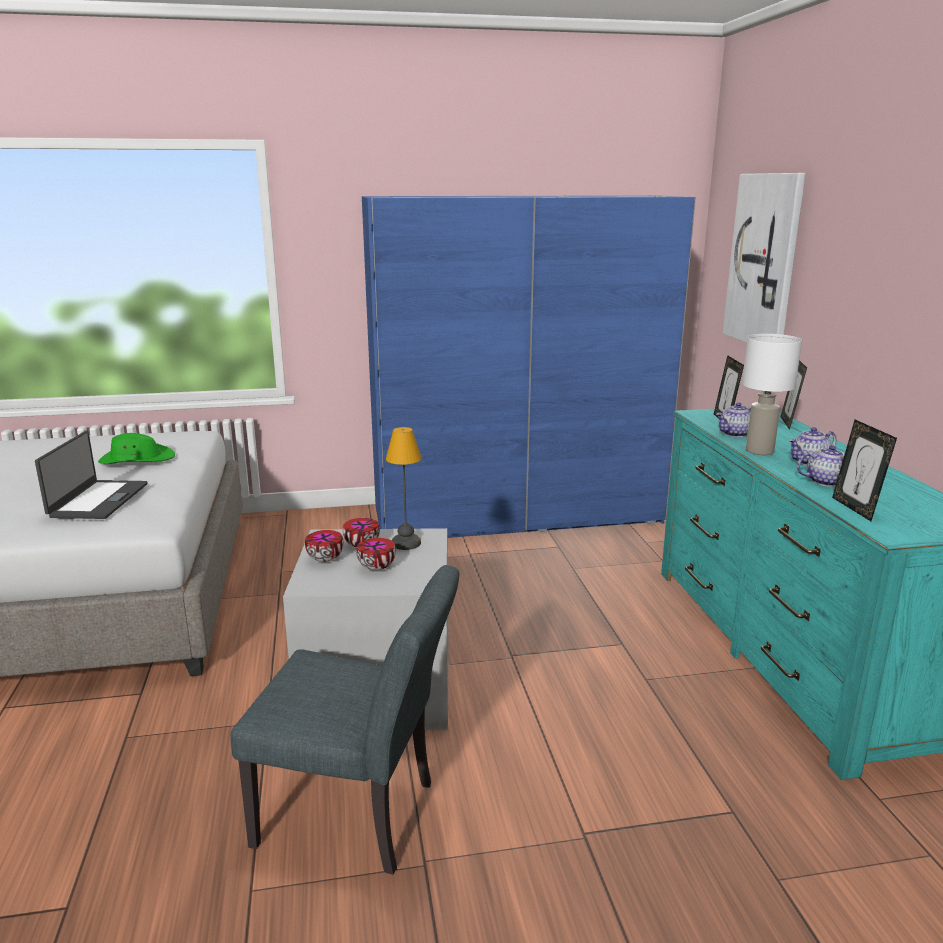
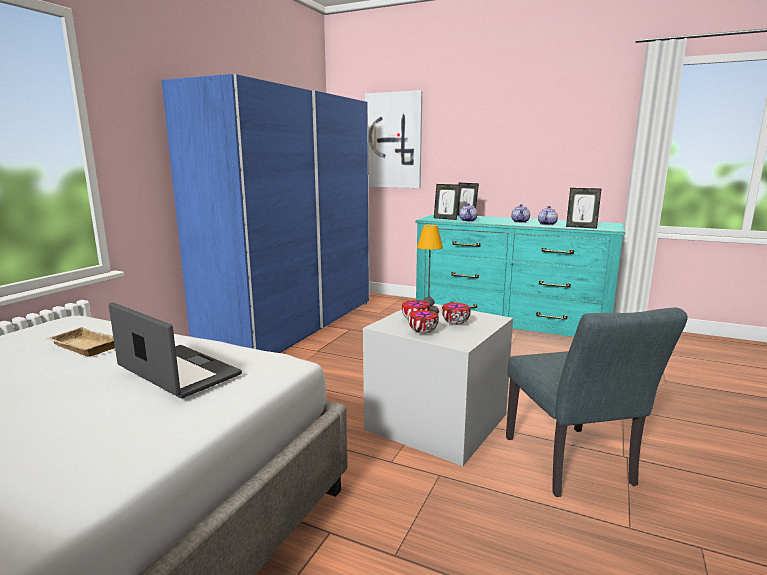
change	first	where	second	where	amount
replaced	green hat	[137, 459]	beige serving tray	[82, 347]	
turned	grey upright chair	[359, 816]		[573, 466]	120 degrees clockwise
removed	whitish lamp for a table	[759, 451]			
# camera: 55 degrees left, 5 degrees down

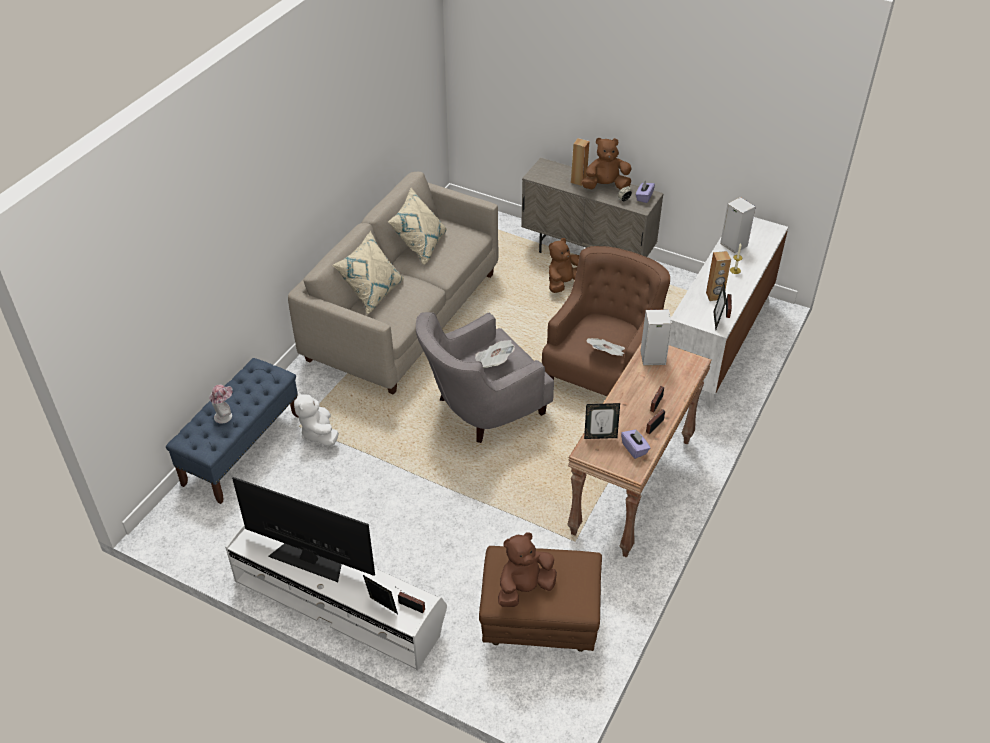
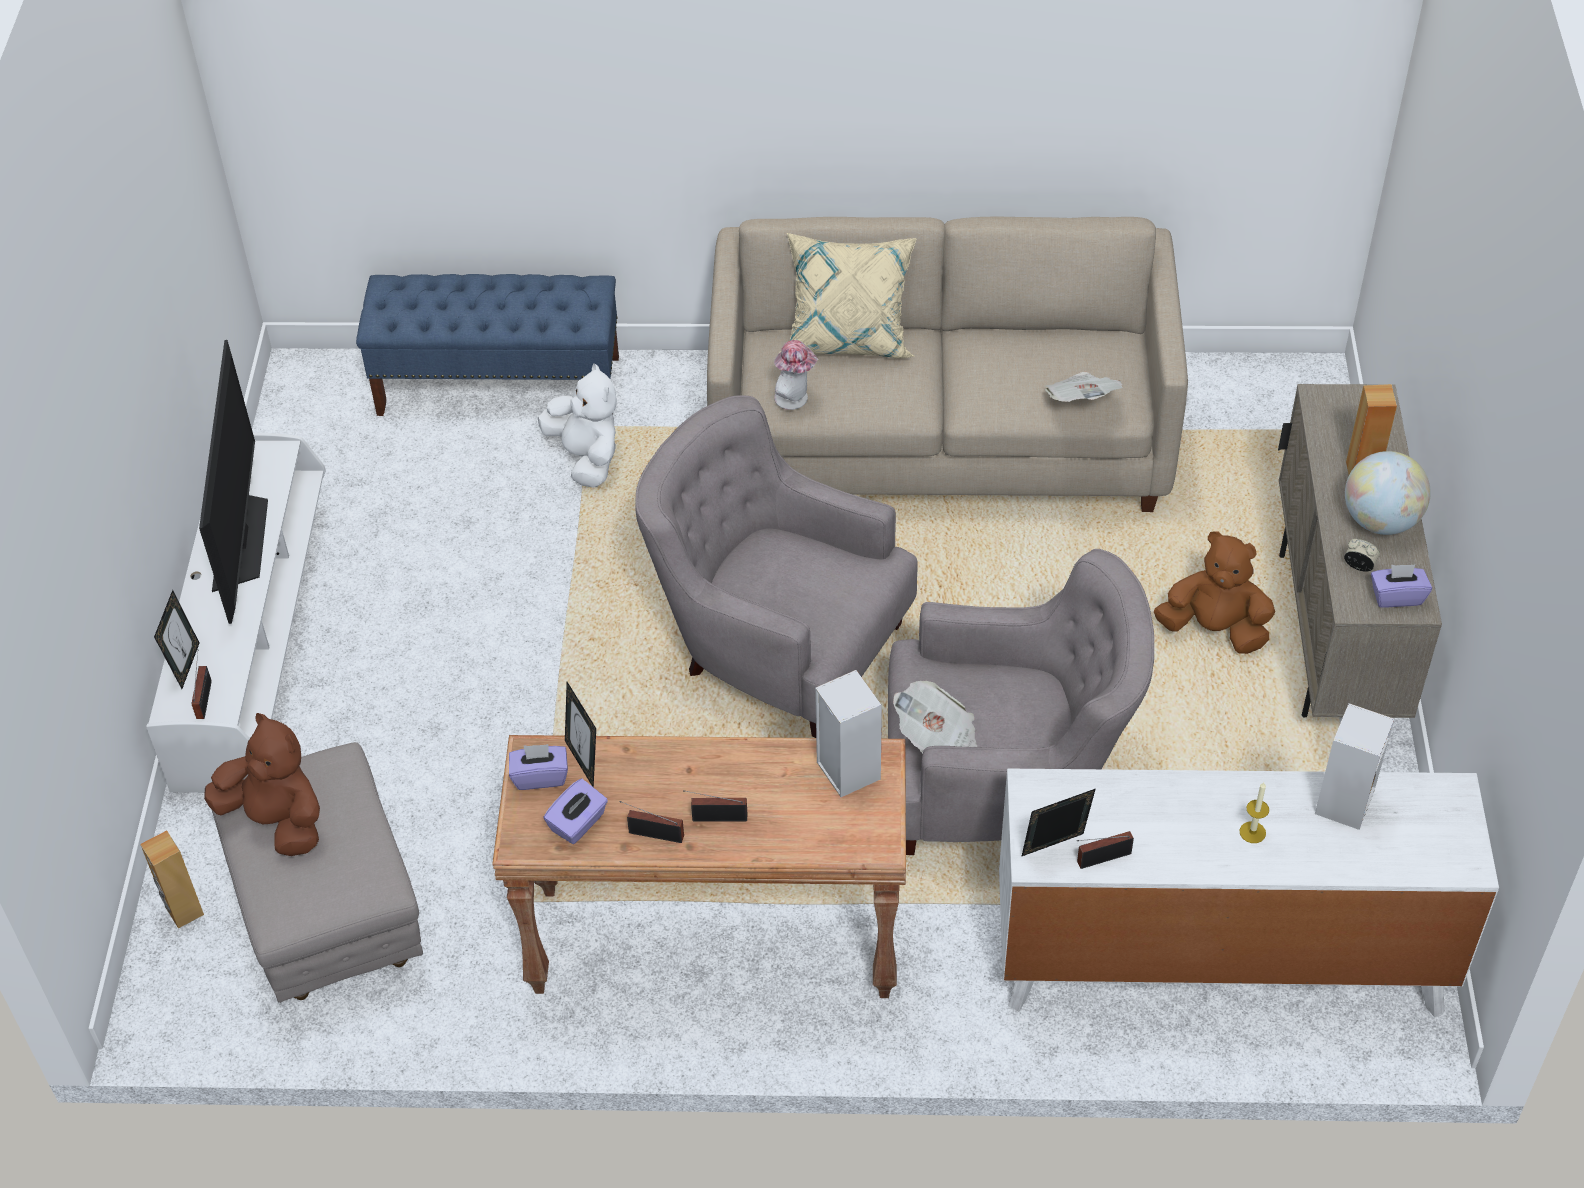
change	first	where	second	where	amount
moved	hat	[225, 415]		[795, 399]	
turned	whitish cuddly toy	[319, 433]		[586, 457]	105 degrees clockwise
removed	beige cushion	[420, 245]			
moved	daily paper	[493, 362]		[1081, 402]	
recoloured	brown-coloured ottoman	[539, 623]	grey ottoman	[329, 916]	
recoloured	brown-coloured lounge chair	[602, 368]	grey lounge chair	[1005, 784]	
replaced	brown-coloured cuddly toy	[605, 186]	world globe	[1380, 521]	
moved	brown-coloured speaker	[714, 296]		[184, 911]	
added			purplish tissue holder	[540, 776]	
# camera: 65 degrees right, 5 degrees up

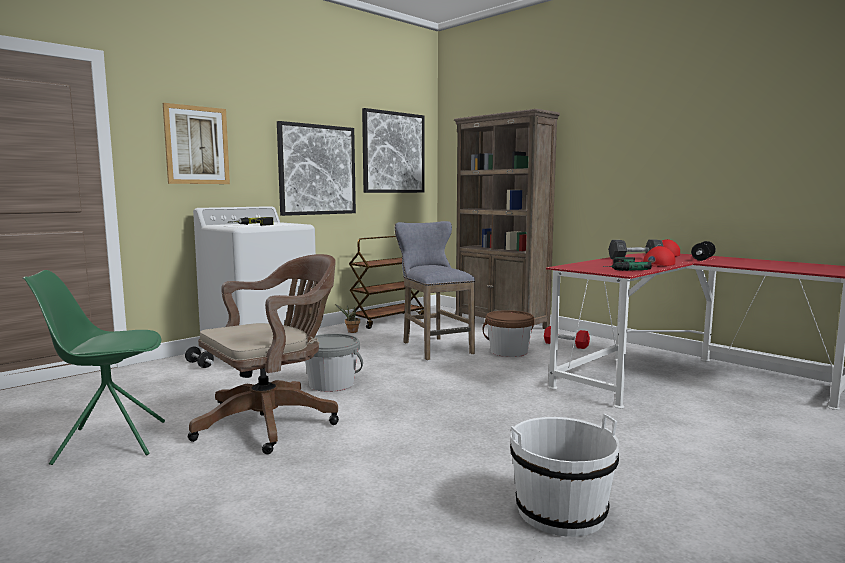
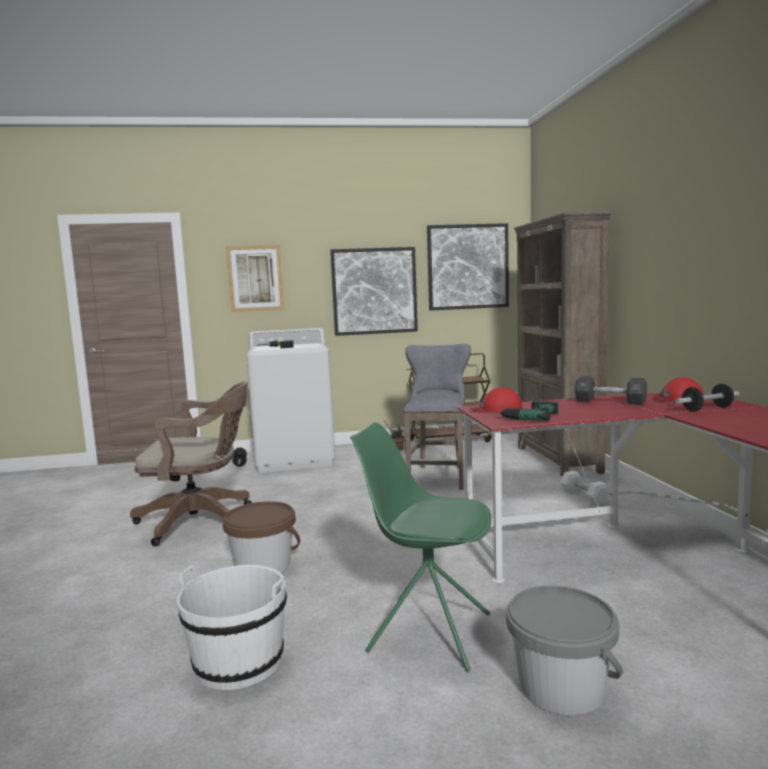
change	first	where	second	where	amount
moved	green upright chair	[109, 442]		[427, 632]	
moved	grey bucket	[331, 384]		[560, 687]	
moved	brown-coloured bucket	[508, 352]		[263, 565]	
recoloured	reddish dumbbell	[566, 345]	whitish dumbbell	[584, 496]	
moved	reddish baseball cap	[657, 264]		[496, 409]	
# camera: 35 degrees right, 0 degrees up

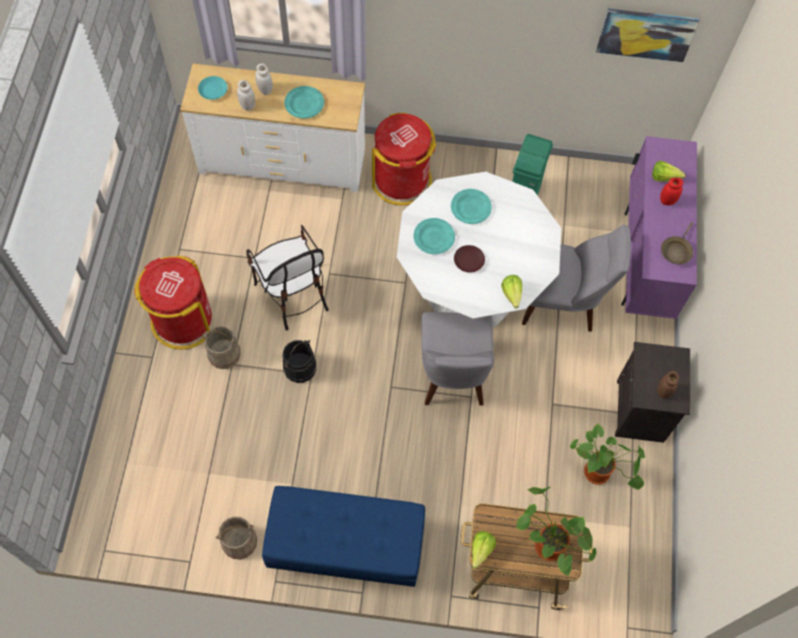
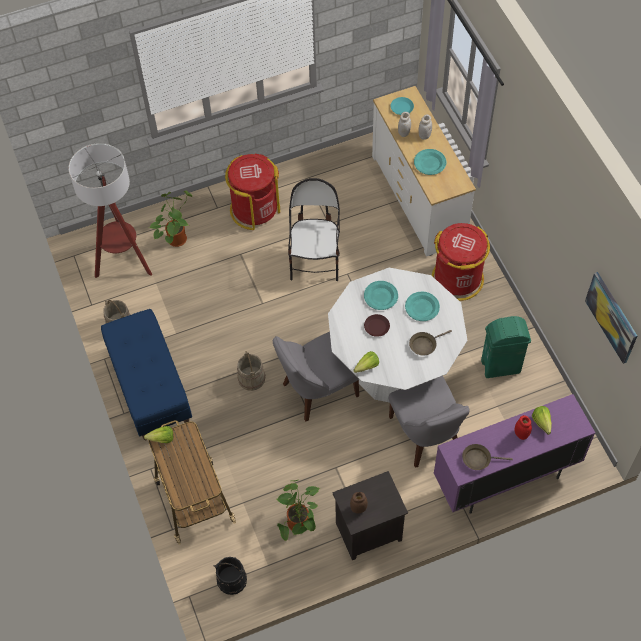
change	first	where	second	where	amount
moved	beige bucket	[224, 354]		[251, 378]	
turned	upright chair	[292, 295]		[315, 260]	150 degrees clockwise
moved	black-coloured bucket	[299, 367]		[232, 580]	
moved	potted plant	[545, 546]		[176, 237]	
added			standard lamp	[124, 262]	
added			brown-coloured pan	[424, 345]	
# camera: 65 degrees right, 5 degrees down

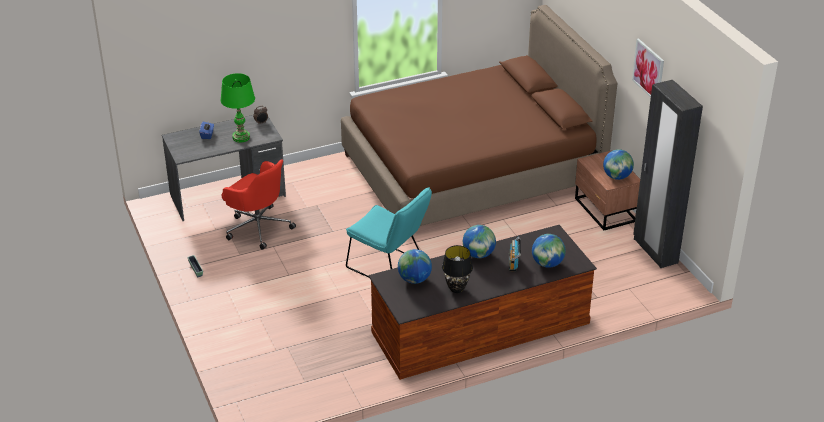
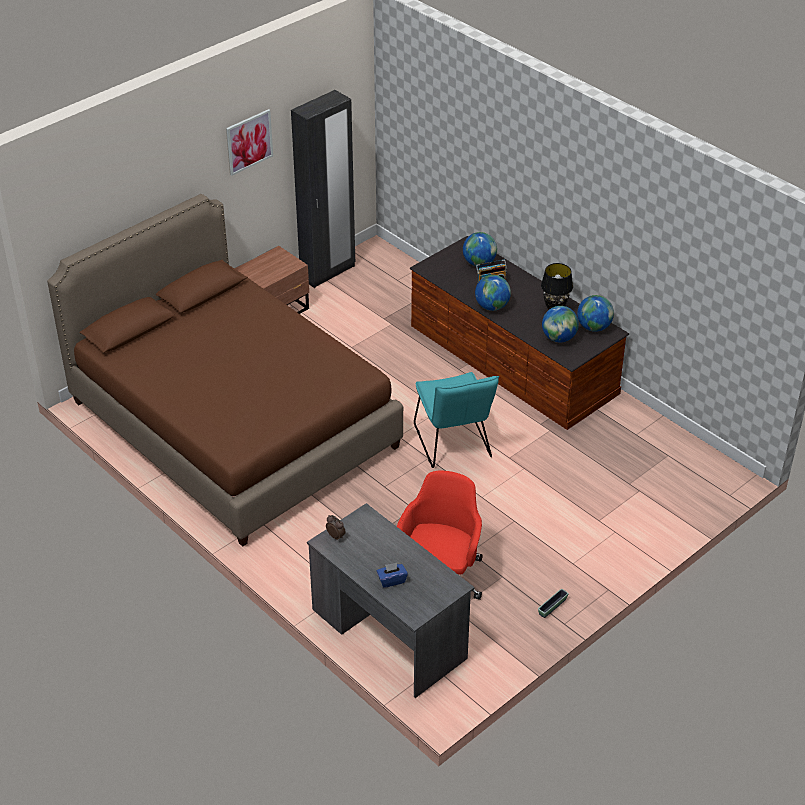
change	first	where	second	where	amount
removed	green lamp for a table	[241, 137]			
turned	turquoise-coloured upright chair	[389, 266]		[454, 445]	150 degrees clockwise
moved	world globe	[617, 177]		[594, 327]	
# camera: 110 degrees left, 5 degrees up

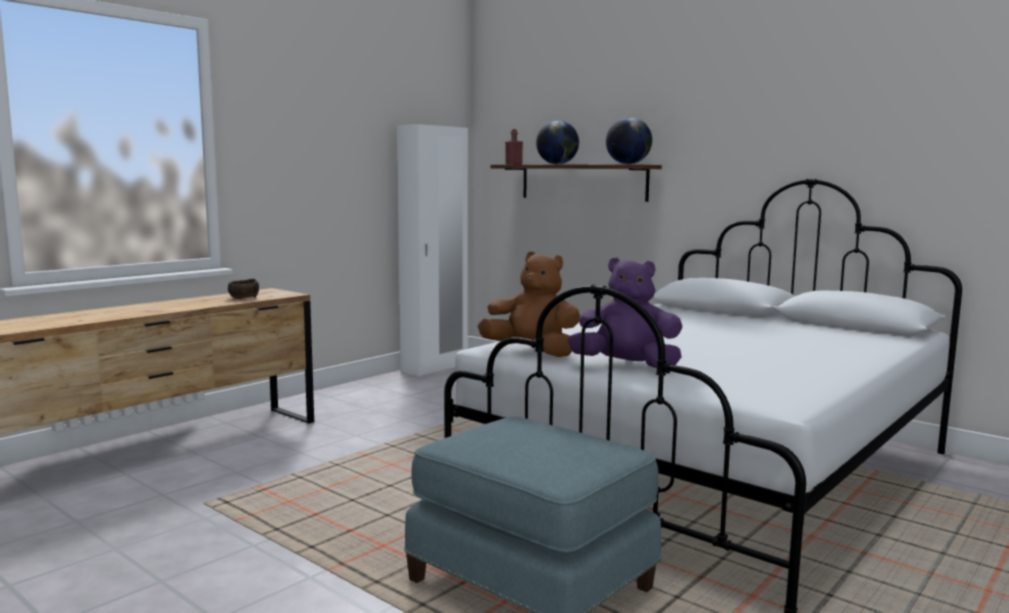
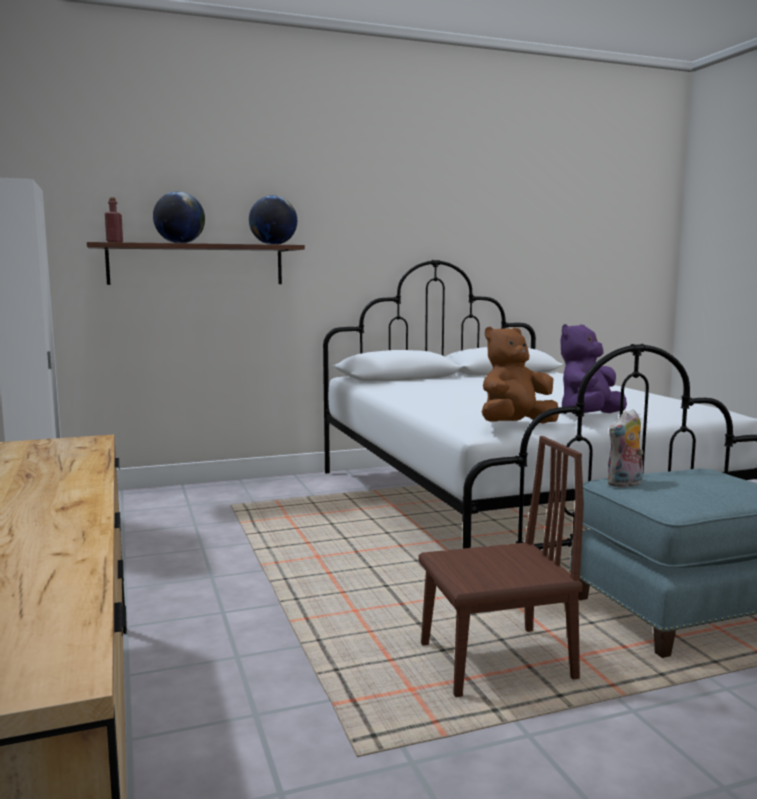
change	first	where	second	where	amount
removed	brown-coloured serving bowl	[243, 298]			
added			brown-coloured upright chair	[496, 661]	
added			cuddly toy	[625, 484]	
# camera: 60 degrees left, 0 degrees up

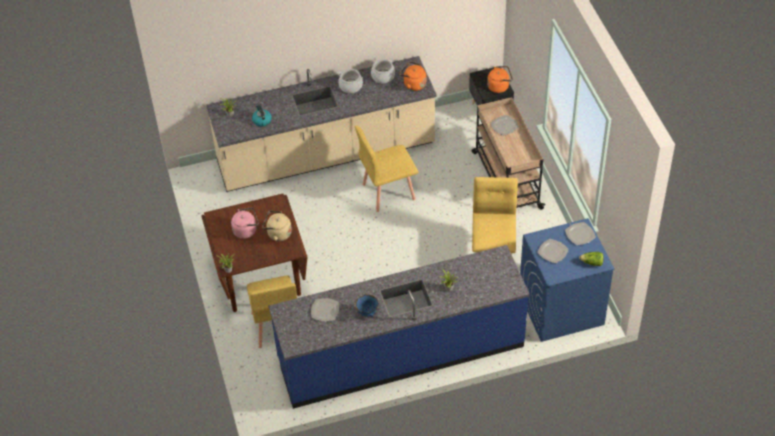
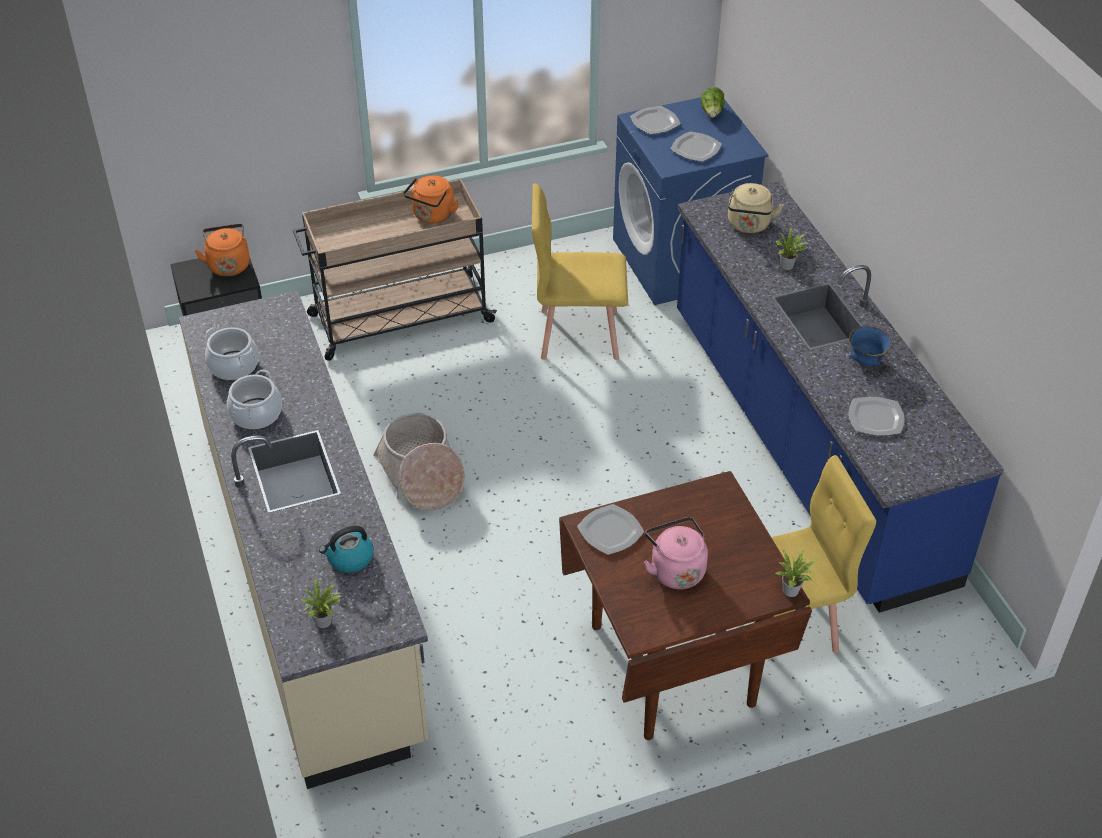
change	first	where	second	where	amount
moved	beige tea kettle	[277, 234]		[749, 225]	
replaced	yellowish upright chair	[388, 191]	storage basket	[422, 475]	
moved	orange-coloured tea kettle	[413, 84]		[432, 216]	
moved	flat dish	[505, 126]		[610, 530]	
# camera: 95 degrees left, 5 degrees down

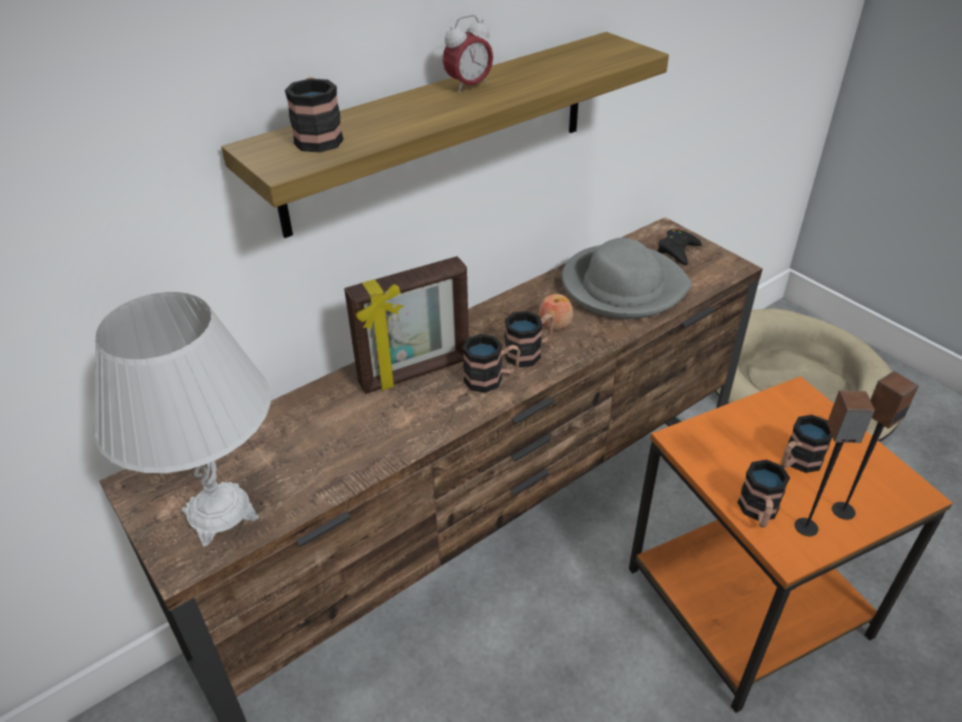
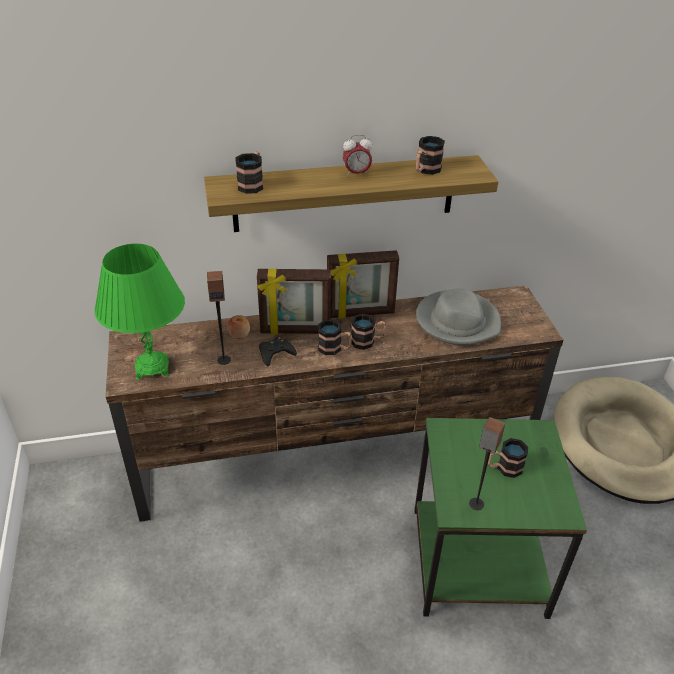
change	first	where	second	where	amount
recoloured	whitish lamp for a table	[220, 514]	green lamp for a table	[152, 367]	
moved	whole apple	[555, 323]		[239, 334]	
recoloured	orange-coloured accent table	[750, 602]	green accent table	[480, 562]	
moved	black-coloured game controller	[677, 250]		[275, 353]	
moved	mug	[758, 512]		[425, 170]	
moved	speaker	[843, 510]		[224, 360]	
added			picture frame	[360, 313]	
# camera: 25 degrees right, 0 degrees up

